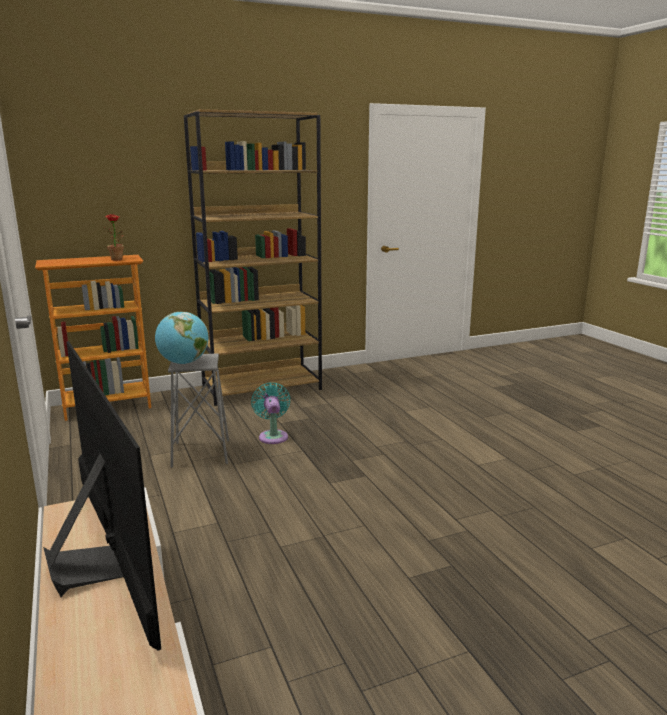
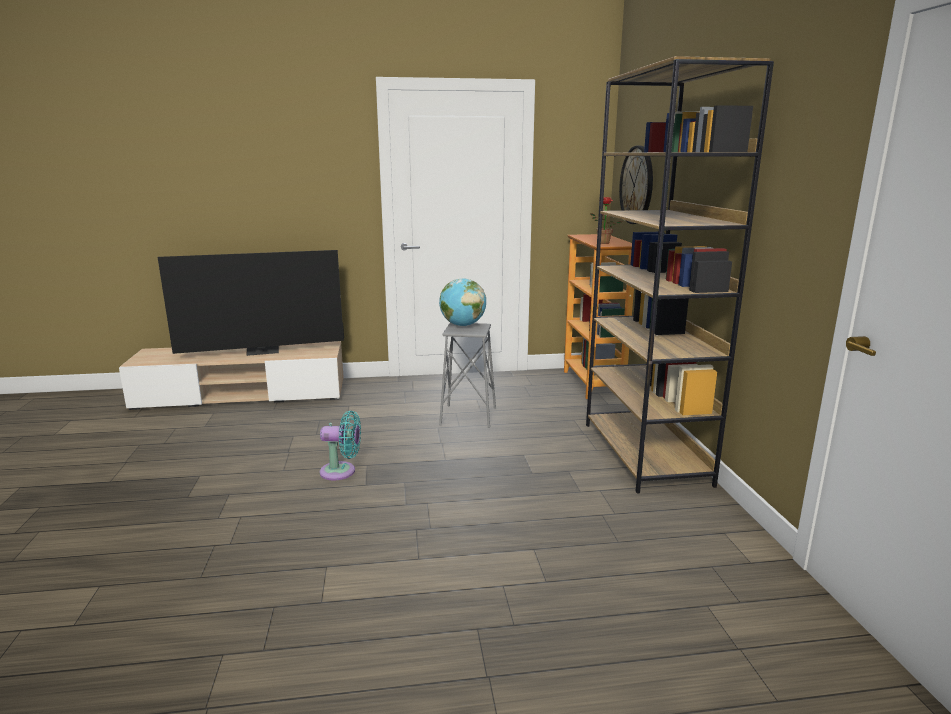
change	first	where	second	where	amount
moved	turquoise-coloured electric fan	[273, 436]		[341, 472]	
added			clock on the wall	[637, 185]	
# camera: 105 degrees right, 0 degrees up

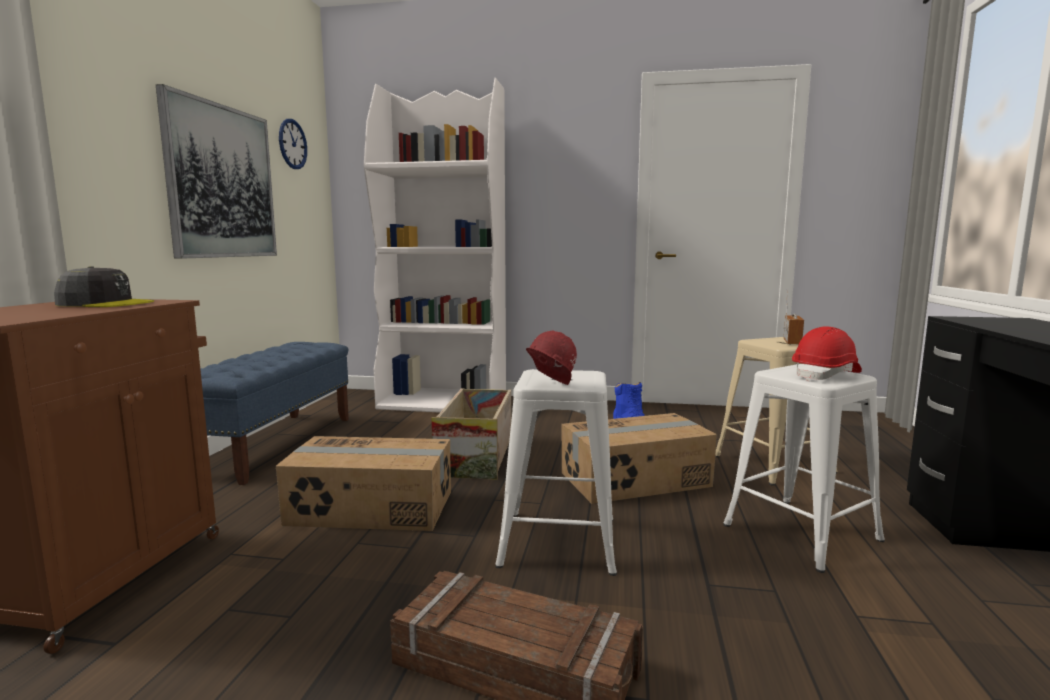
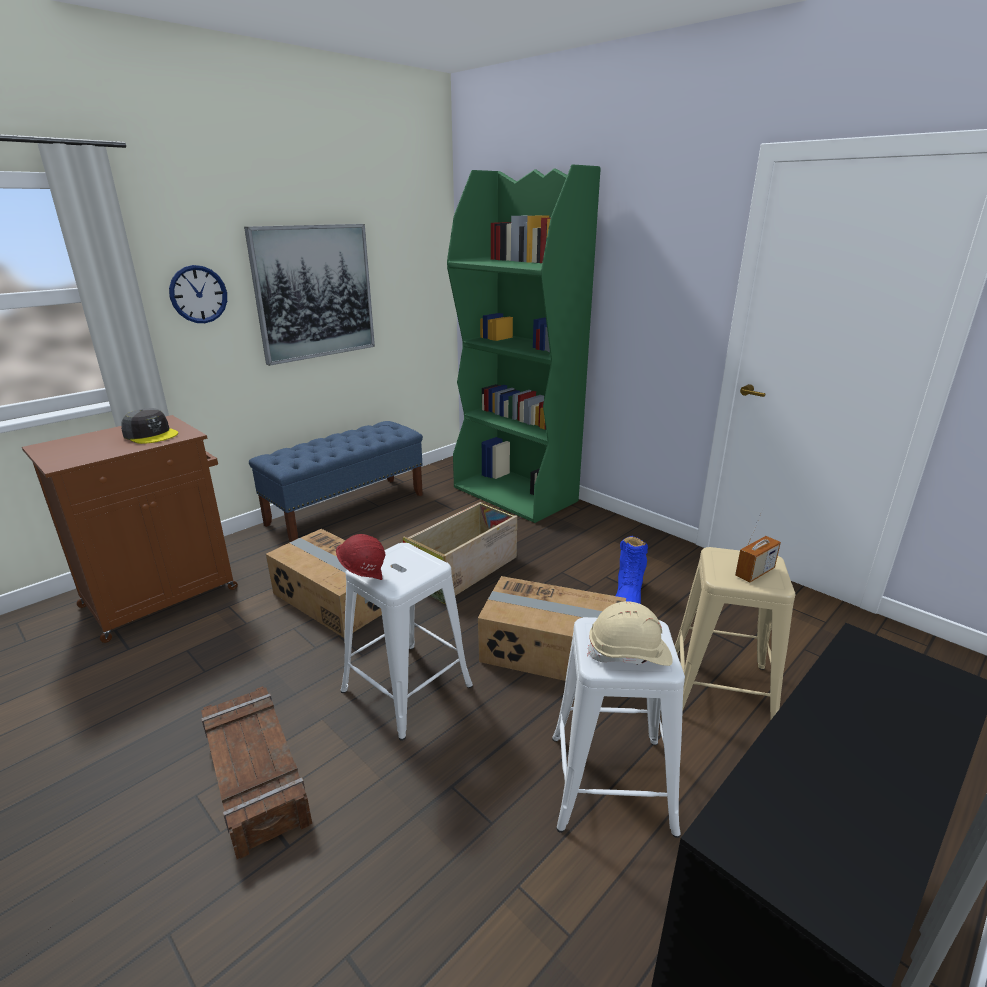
change	first	where	second	where	amount
moved	clock on the wall	[292, 144]		[198, 294]	
recoloured	whitish bookshelf	[444, 402]	green bookshelf	[516, 494]	
recoloured	reddish hard hat	[826, 375]	beige hard hat	[629, 654]	
# camera: 35 degrees right, 15 degrees up

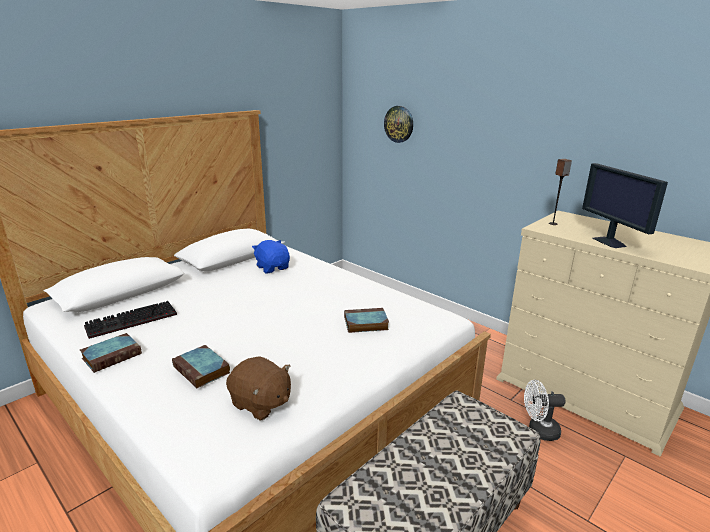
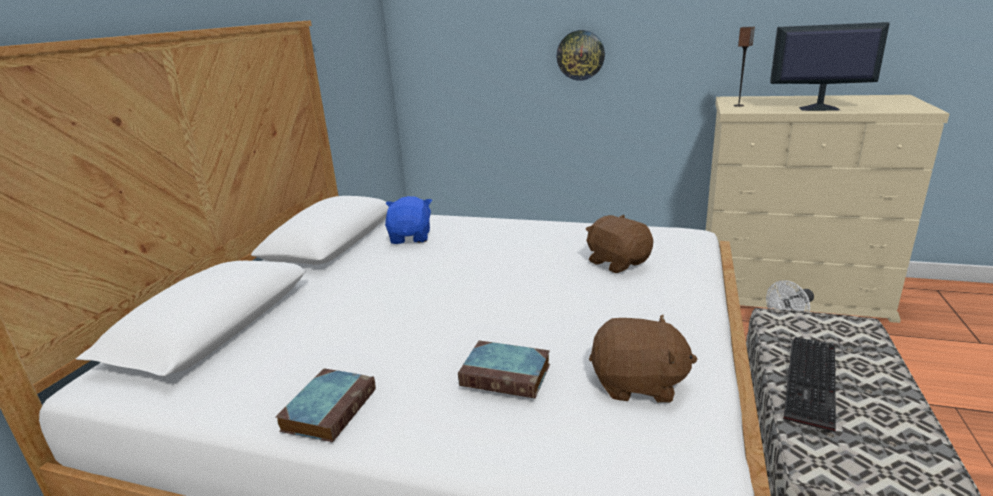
change	first	where	second	where	amount
moved	computer keyboard	[130, 322]		[813, 385]	
turned	bluish cuddly toy	[273, 268]		[411, 237]	60 degrees clockwise
replaced	bound book	[365, 323]	brown-coloured cuddly toy	[618, 262]	
moved	clock on the wall	[399, 124]		[580, 55]	
turned	monitor	[609, 242]		[818, 108]	150 degrees clockwise
# camera: 25 degrees left, 0 degrees up

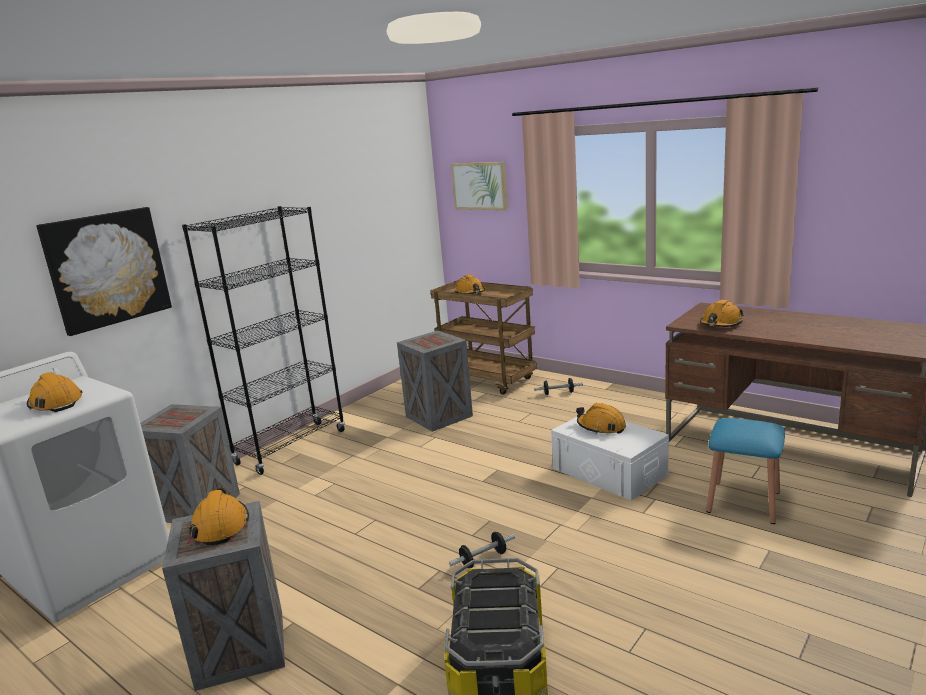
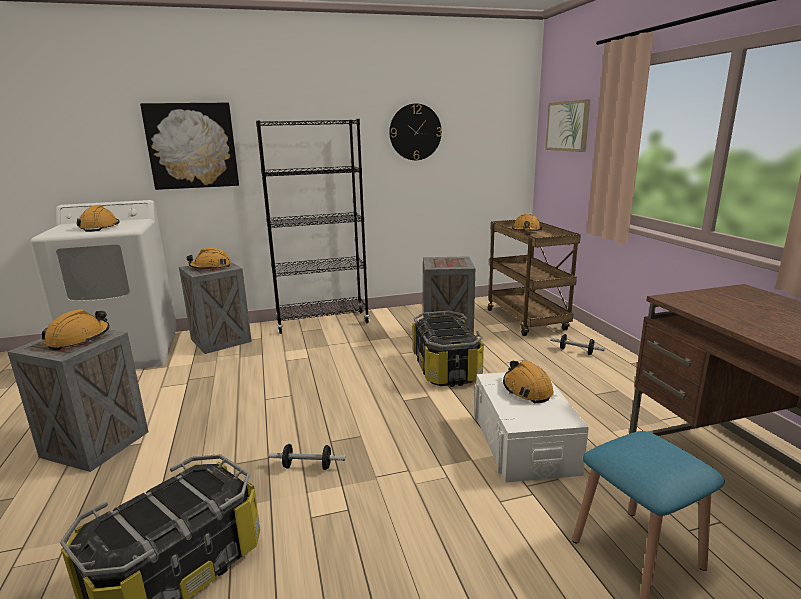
change	first	where	second	where	amount
moved	orange-coloured hard hat	[720, 324]		[211, 267]	
added			clock on the wall	[415, 132]	
added			storage box	[446, 368]	
# camera: 35 degrees right, 0 degrees up

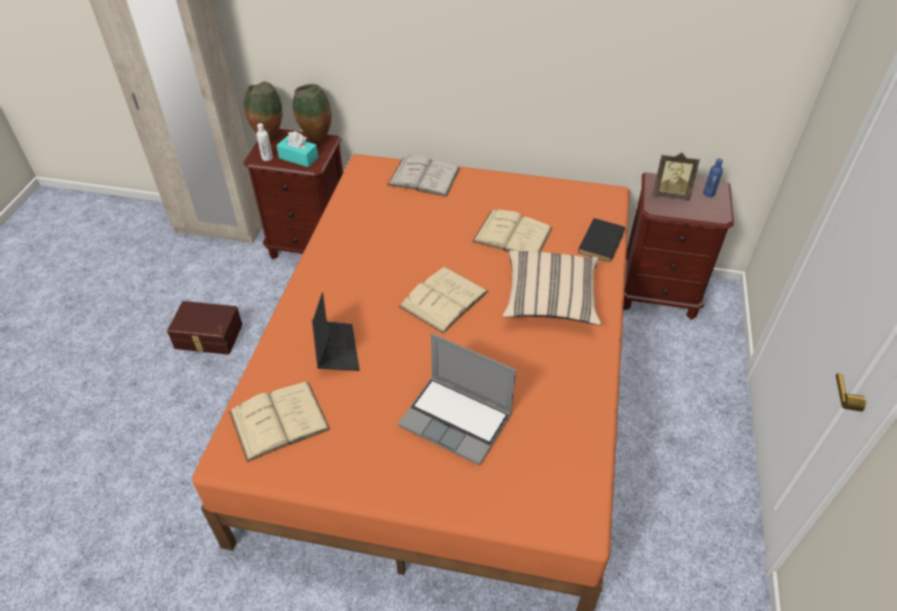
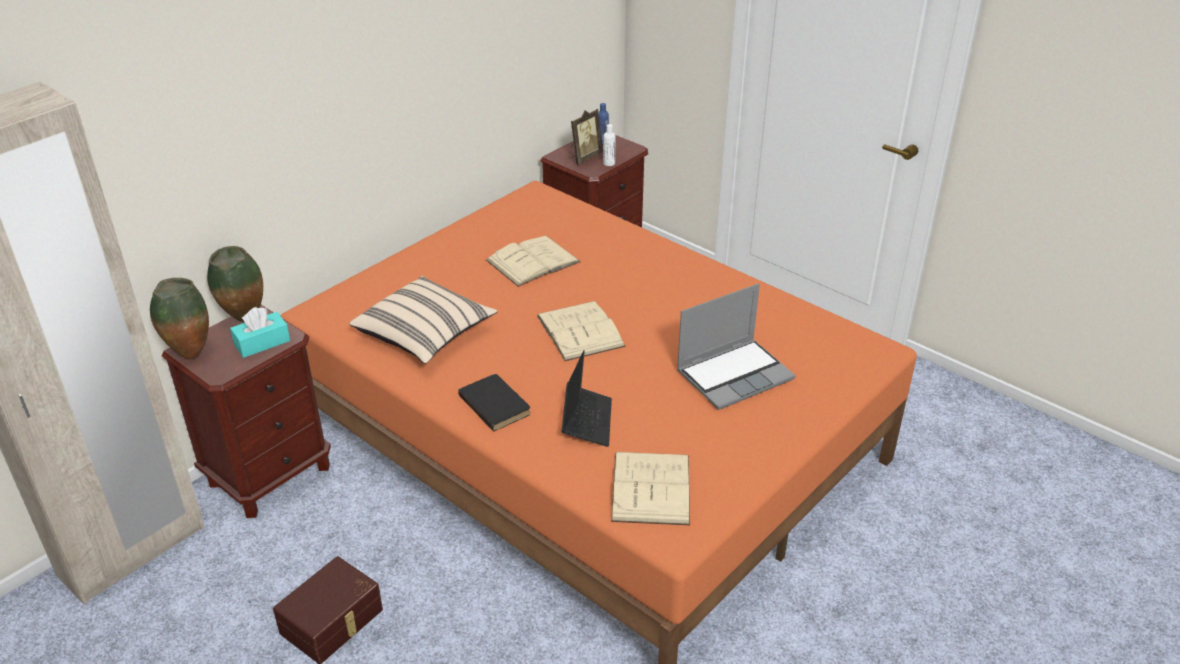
change	first	where	second	where	amount
moved	whitish beverage bottle	[267, 158]		[609, 163]	
turned	laptop	[336, 350]		[587, 421]	75 degrees clockwise
removed	whitish bound book	[424, 177]			
moved	beige cushion	[550, 300]		[425, 335]	
moved	black-coloured bound book	[603, 242]		[497, 403]	
# camera: 60 degrees left, 10 degrees down

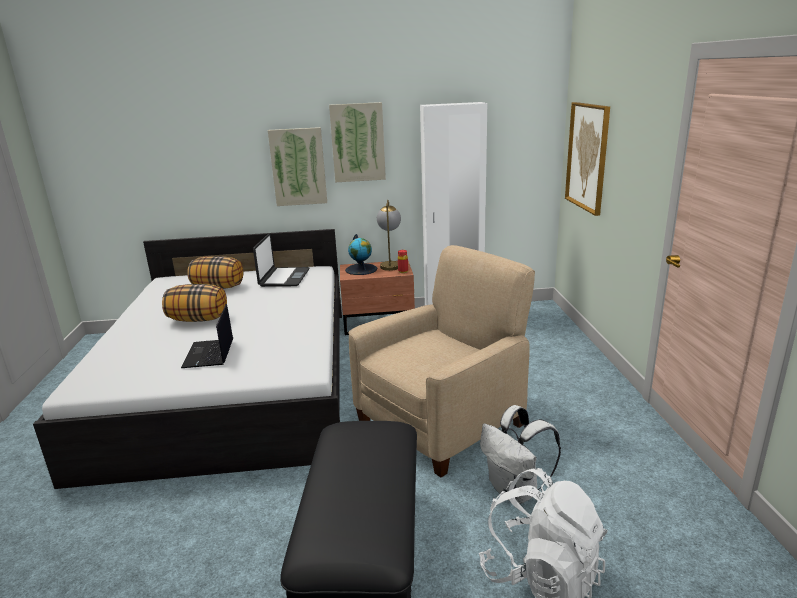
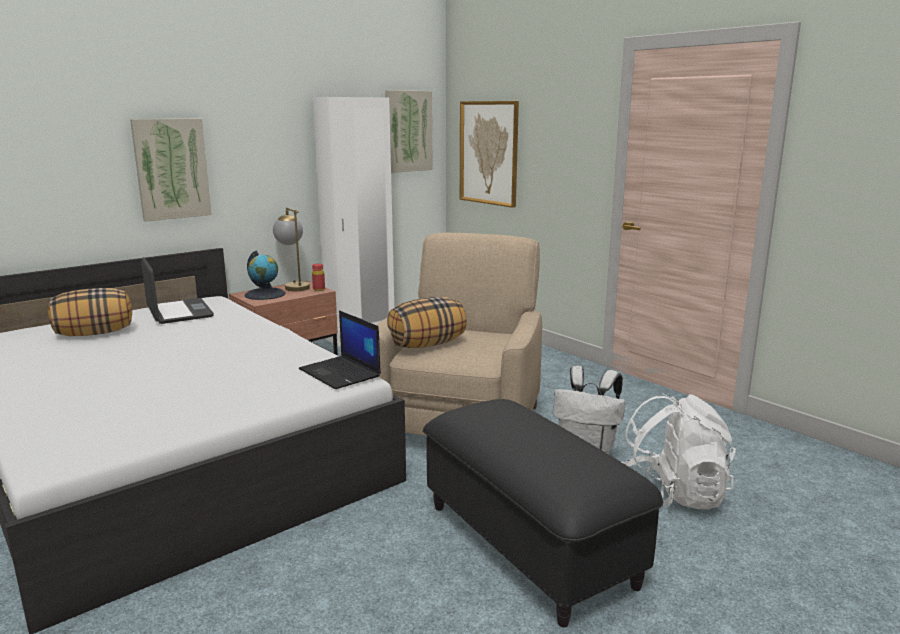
change	first	where	second	where	amount
moved	cushion	[198, 319]		[427, 344]	
moved	laptop	[209, 354]		[341, 373]	
moved	picture	[358, 142]		[408, 131]	
# camera: 35 degrees left, 5 degrees down

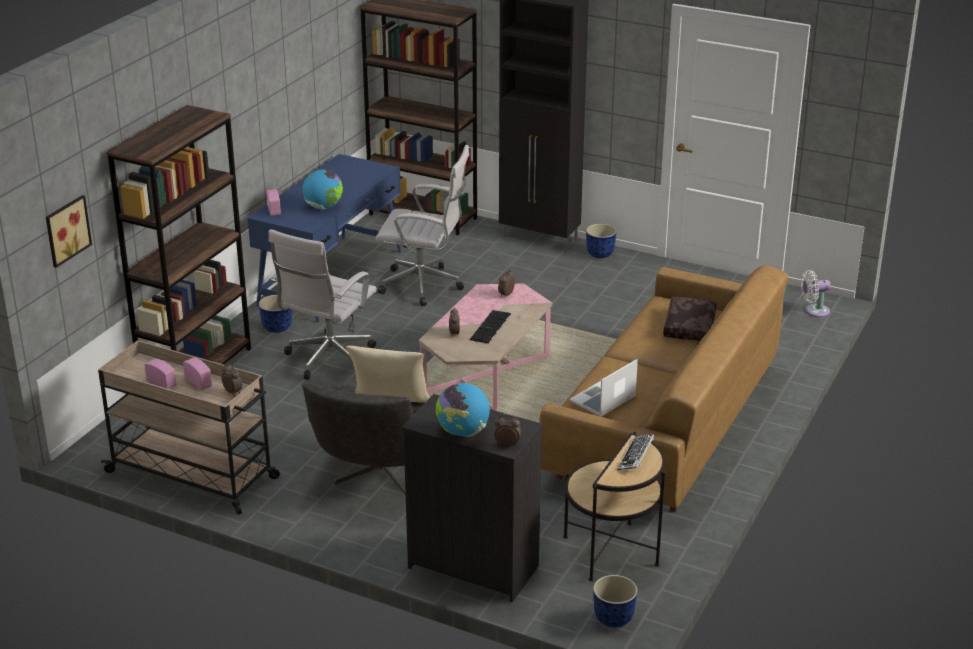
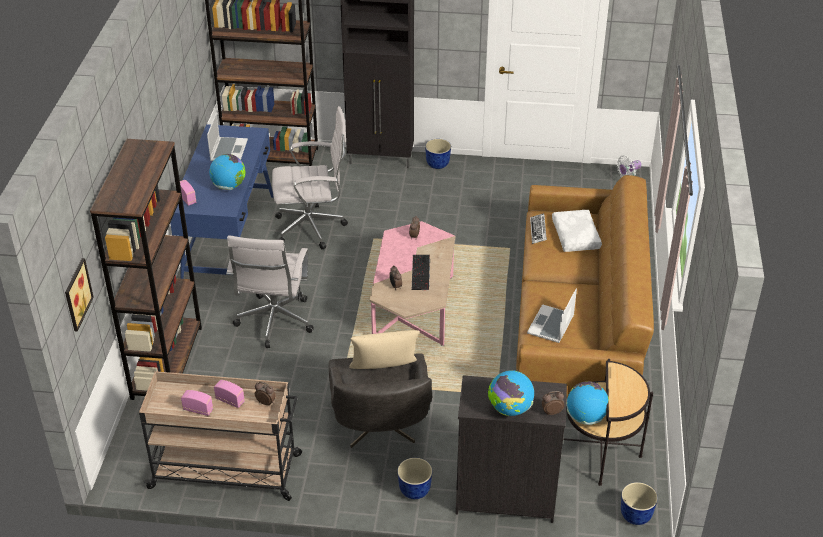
change	first	where	second	where	amount
moved	flower pot	[277, 328]		[414, 490]	
moved	computer keyboard	[636, 456]		[538, 231]	
recoloured	brown-coloured cushion	[688, 326]	whitish cushion	[574, 236]	
added			laptop	[228, 150]	
added			world globe	[586, 417]	
# camera: 20 degrees left, 10 degrees up

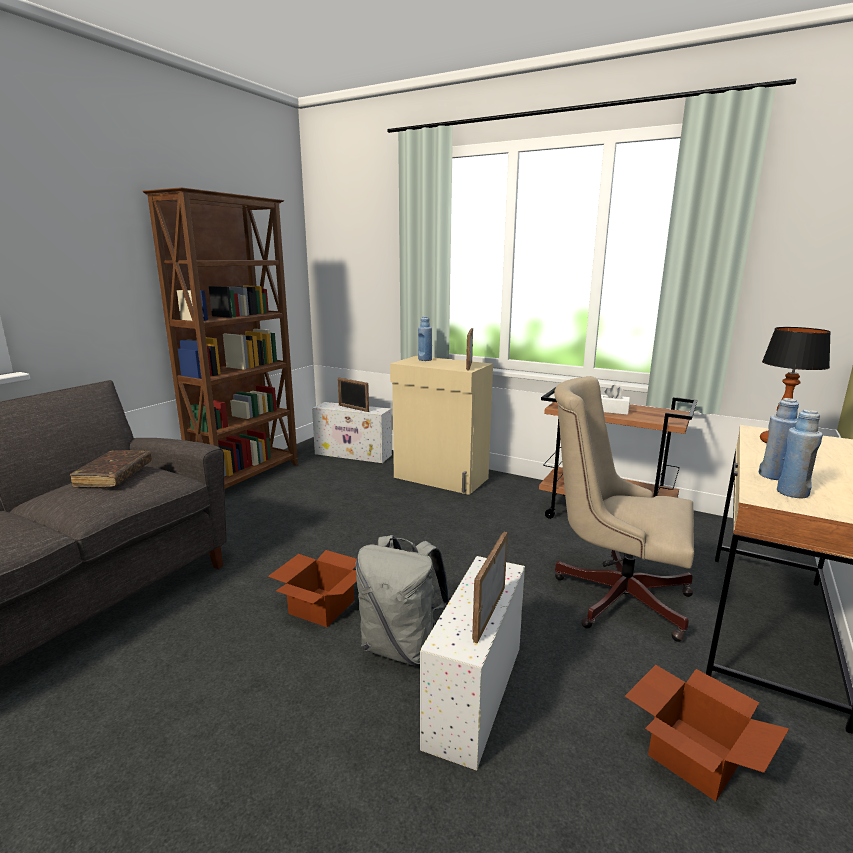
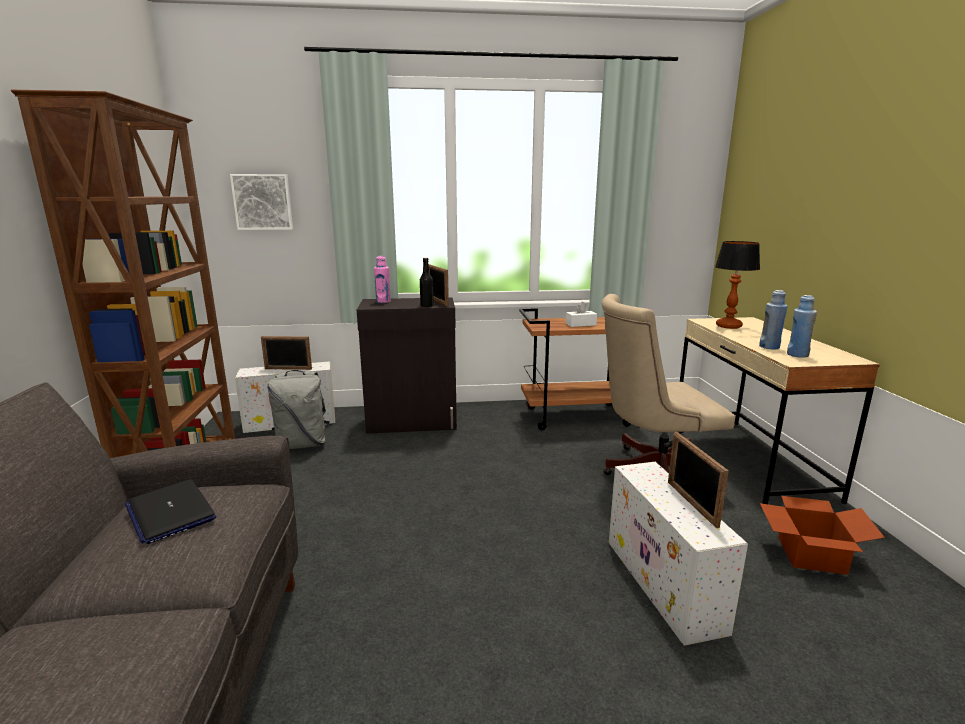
change	first	where	second	where	amount
replaced	brown-coloured bound book	[114, 475]	laptop	[170, 512]	
removed	carton	[321, 606]			
moved	grey knapsack	[402, 647]		[303, 444]	
recoloured	beige cupboard	[440, 478]	black-coloured cupboard	[413, 422]	
recoloured	bluish beverage bottle	[425, 360]	pinkish beverage bottle	[383, 302]	
added			picture	[263, 202]	
added			black-coloured beverage bottle	[427, 306]	
# camera: 35 degrees left, 0 degrees up

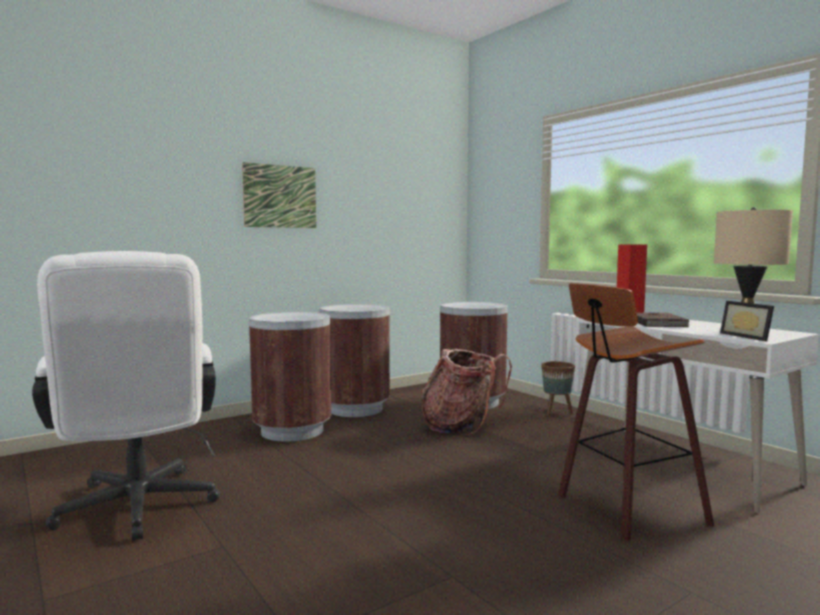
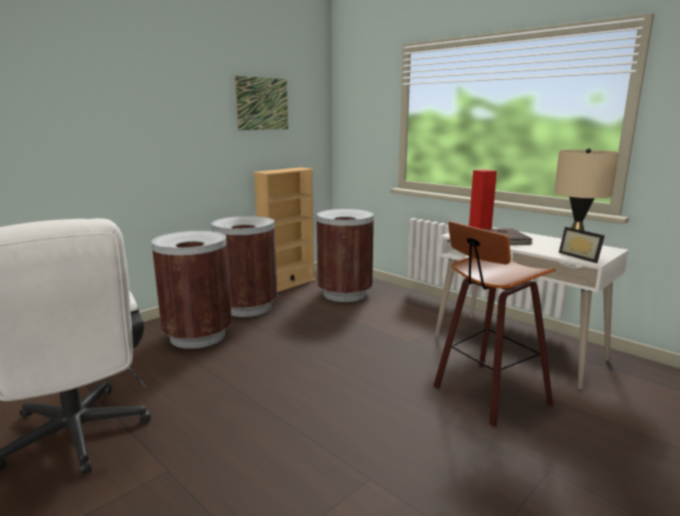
change	first	where	second	where	amount
moved	picture	[280, 196]		[262, 104]	
removed	knapsack	[461, 426]			
removed	brown-coloured flower pot	[556, 412]			
added			beige bookshelf	[287, 284]	
# camera: 10 degrees left, 10 degrees up

